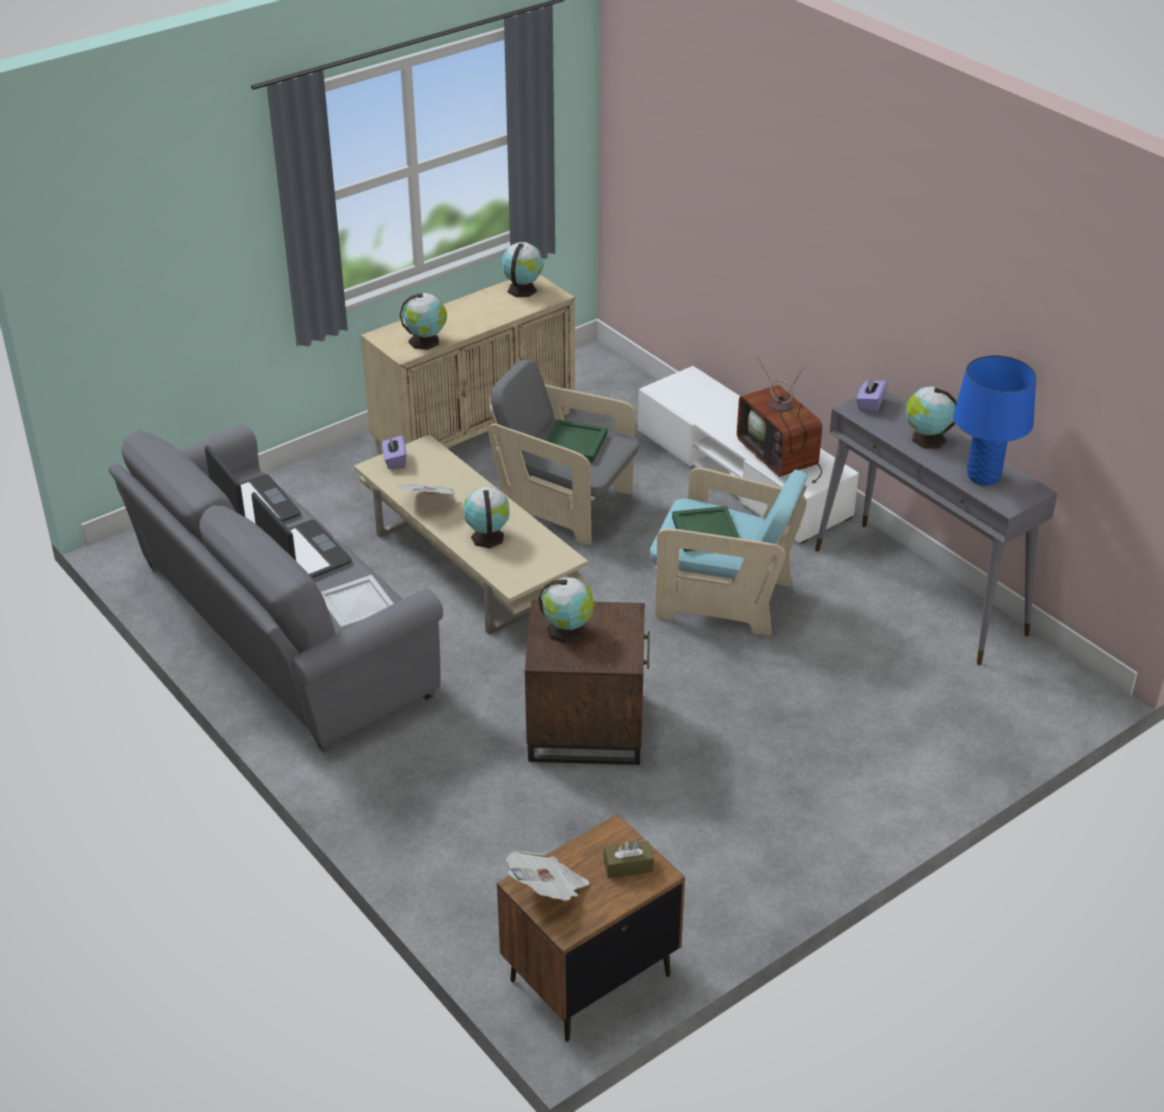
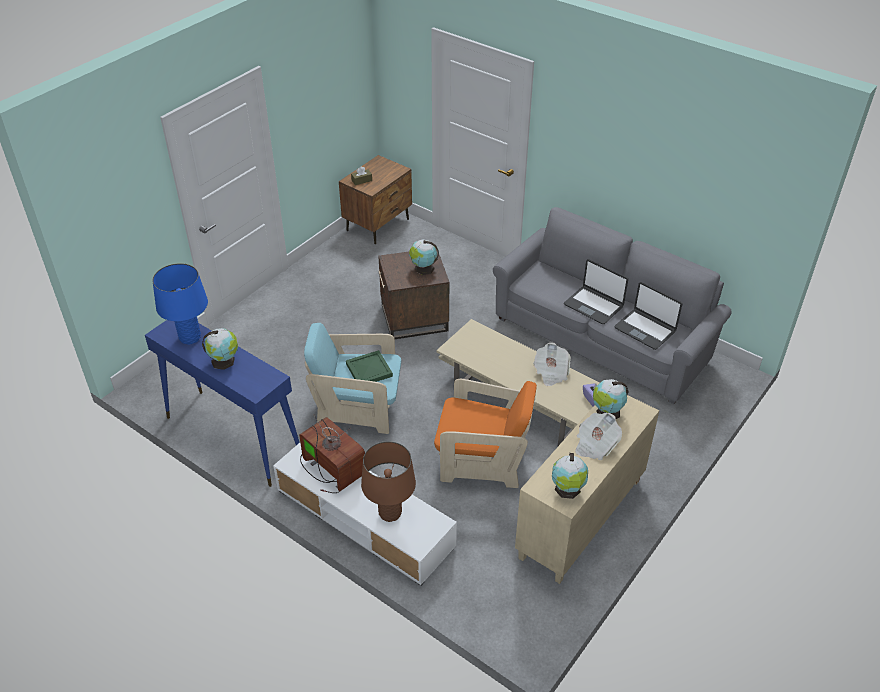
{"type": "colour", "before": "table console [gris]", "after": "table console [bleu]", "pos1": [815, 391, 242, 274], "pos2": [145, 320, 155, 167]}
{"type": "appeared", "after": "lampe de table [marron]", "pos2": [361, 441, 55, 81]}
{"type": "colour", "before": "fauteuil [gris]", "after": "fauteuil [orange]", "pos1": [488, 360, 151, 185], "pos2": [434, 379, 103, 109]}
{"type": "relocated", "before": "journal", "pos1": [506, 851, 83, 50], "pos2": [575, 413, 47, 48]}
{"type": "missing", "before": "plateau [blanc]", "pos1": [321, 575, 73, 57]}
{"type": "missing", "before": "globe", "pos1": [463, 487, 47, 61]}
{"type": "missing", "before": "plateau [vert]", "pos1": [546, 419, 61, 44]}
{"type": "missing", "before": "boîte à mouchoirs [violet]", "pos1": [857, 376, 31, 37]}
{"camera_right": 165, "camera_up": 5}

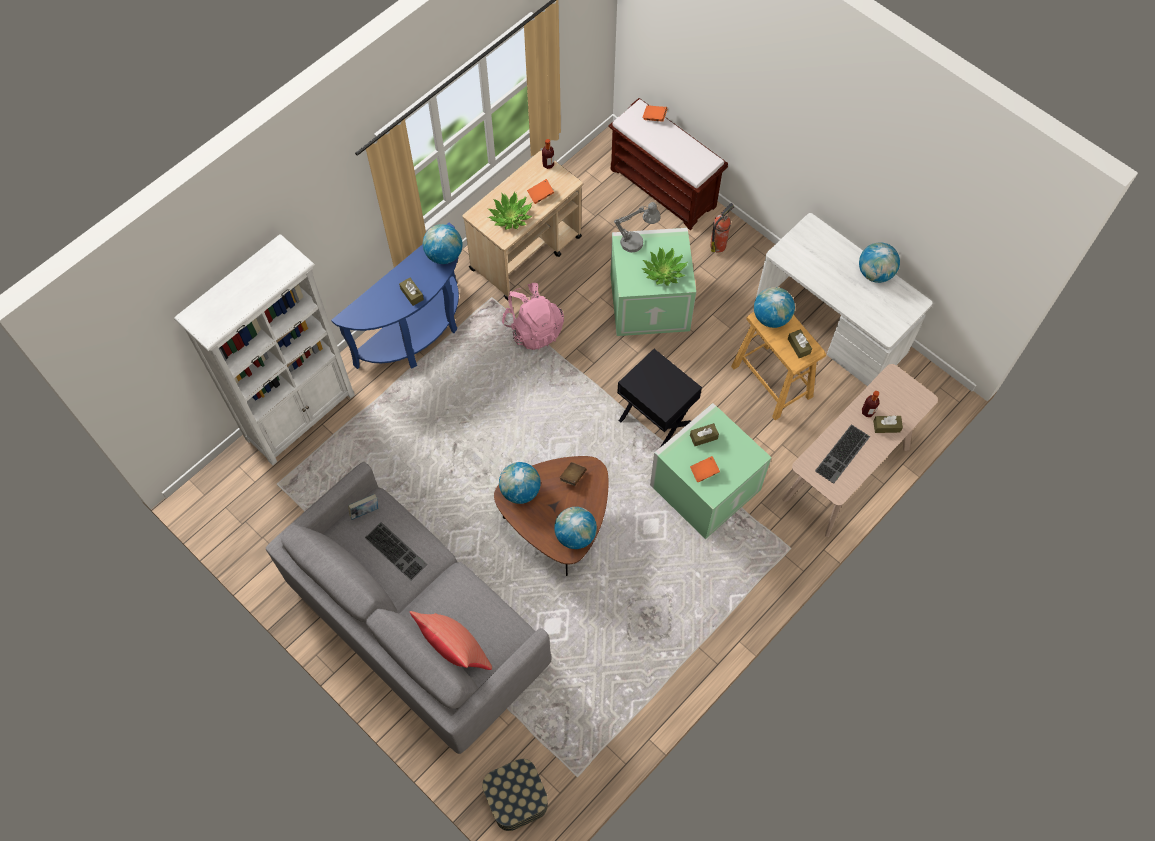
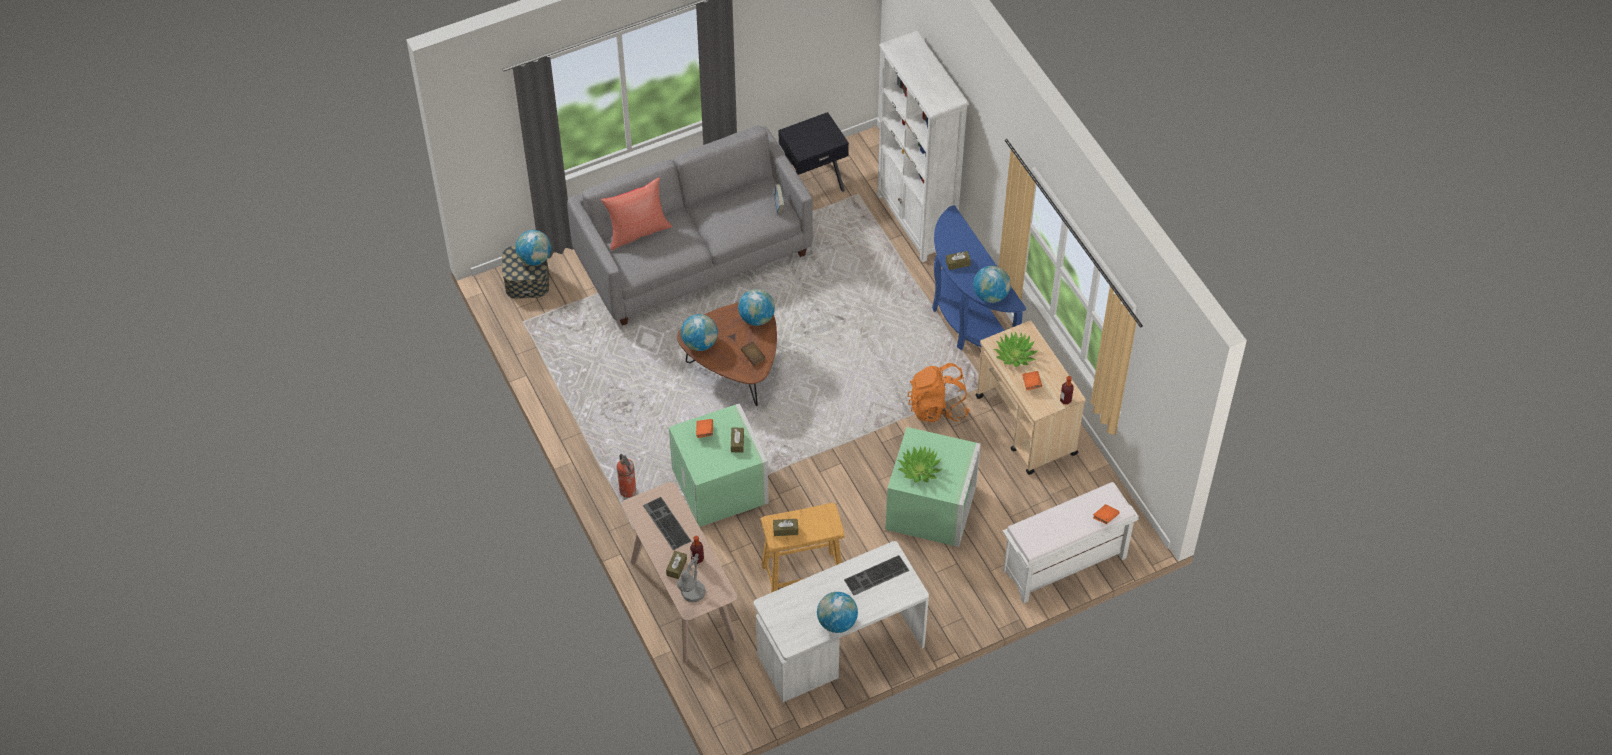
{"type": "relocated", "before": "globe", "pos1": [754, 287, 41, 41], "pos2": [515, 230, 36, 35]}
{"type": "relocated", "before": "extincteur", "pos1": [710, 203, 24, 50], "pos2": [617, 454, 19, 43]}
{"type": "relocated", "before": "lampe de table [gris]", "pos1": [614, 202, 47, 50], "pos2": [677, 553, 29, 49]}
{"type": "relocated", "before": "table d'appoint [noir]", "pos1": [617, 349, 85, 98], "pos2": [778, 112, 71, 80]}
{"type": "relocated", "before": "clavier", "pos1": [365, 522, 62, 59], "pos2": [844, 555, 65, 40]}
{"type": "colour", "before": "sac à dos [rose]", "after": "sac à dos [orange]", "pos1": [502, 283, 62, 67], "pos2": [908, 363, 62, 59]}
{"type": "colour", "before": "banc [marron]", "after": "banc [blanc]", "pos1": [609, 98, 119, 132], "pos2": [1003, 482, 136, 121]}
{"camera_right": 110, "camera_up": -10}

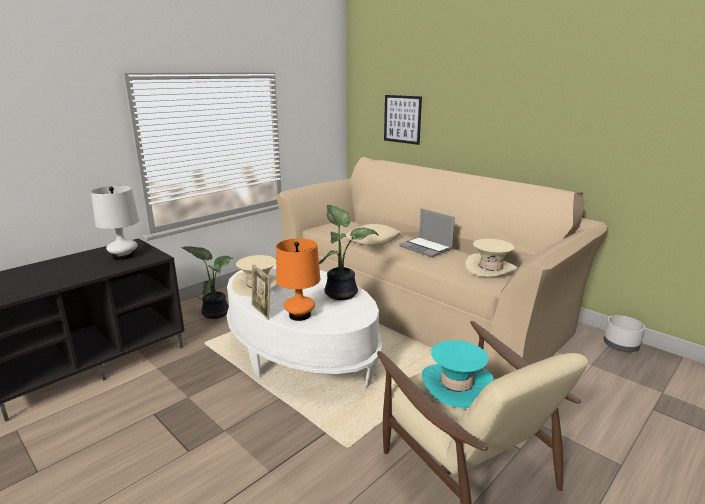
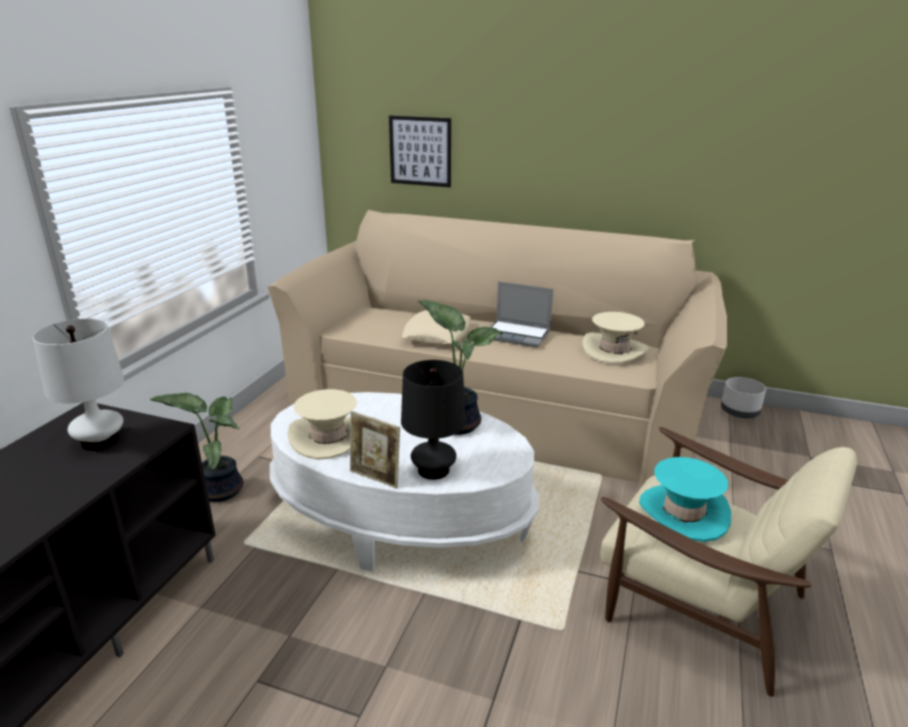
{"type": "colour", "before": "lampe de table [orange]", "after": "lampe de table [noir]", "pos1": [276, 238, 44, 83], "pos2": [401, 360, 65, 120]}
{"camera_right": -25, "camera_up": 5}

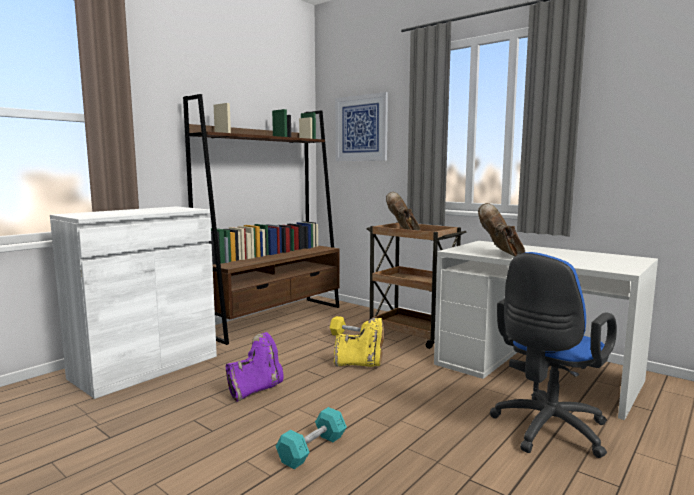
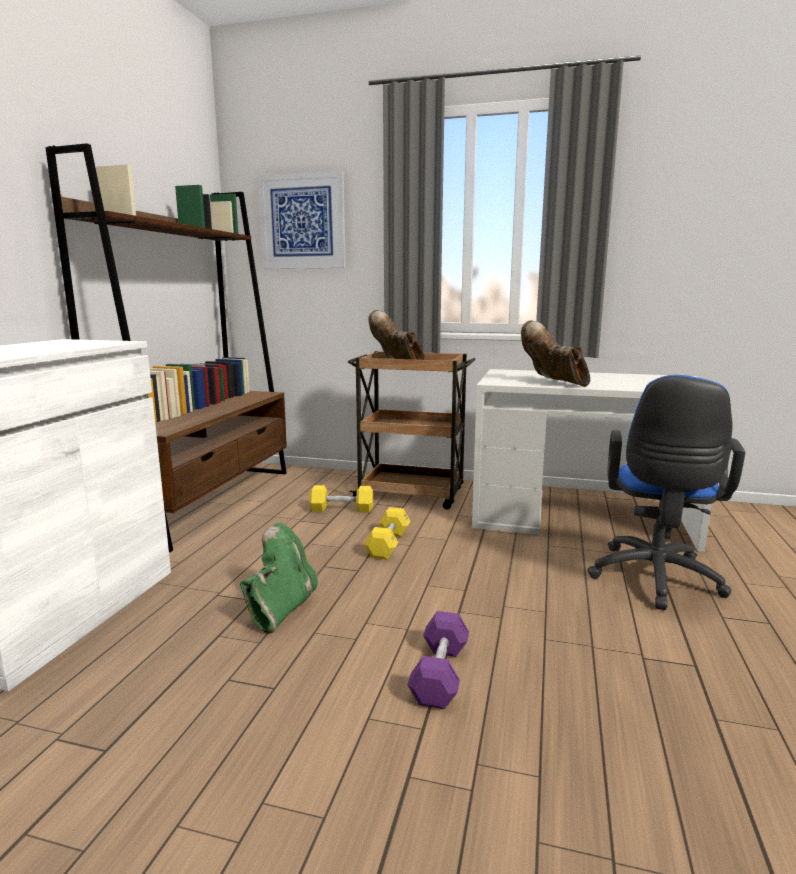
{"type": "colour", "before": "botte [violet]", "after": "botte [vert]", "pos1": [226, 332, 58, 69], "pos2": [240, 523, 78, 111]}
{"type": "exchanged", "before": "botte [jaune]", "after": "haltère [jaune]", "pos1": [334, 318, 50, 49], "pos2": [364, 507, 47, 53]}
{"type": "colour", "before": "haltère [turquoise]", "after": "haltère [violet]", "pos1": [276, 407, 71, 62], "pos2": [407, 611, 62, 98]}
{"camera_right": -25, "camera_up": 5}

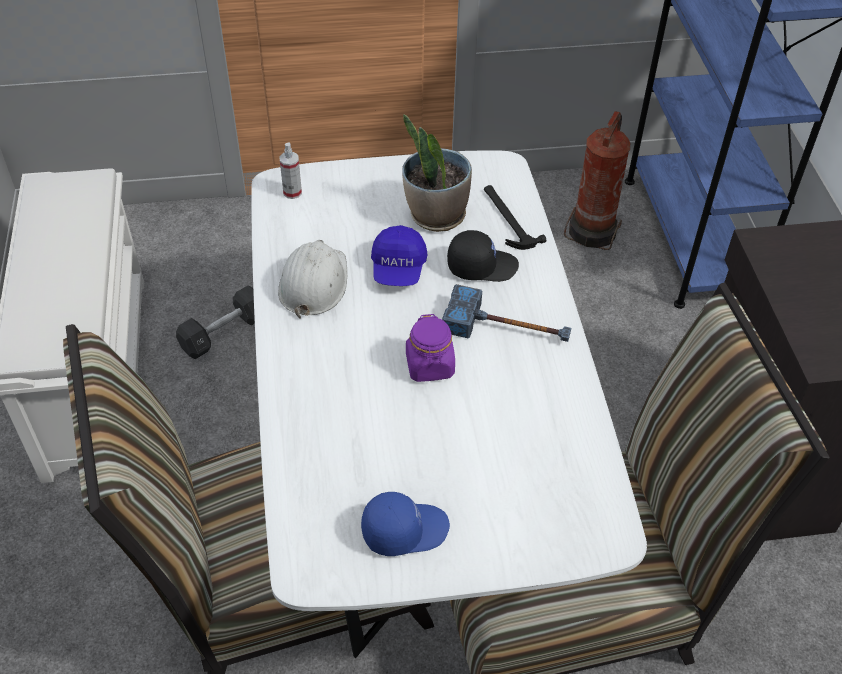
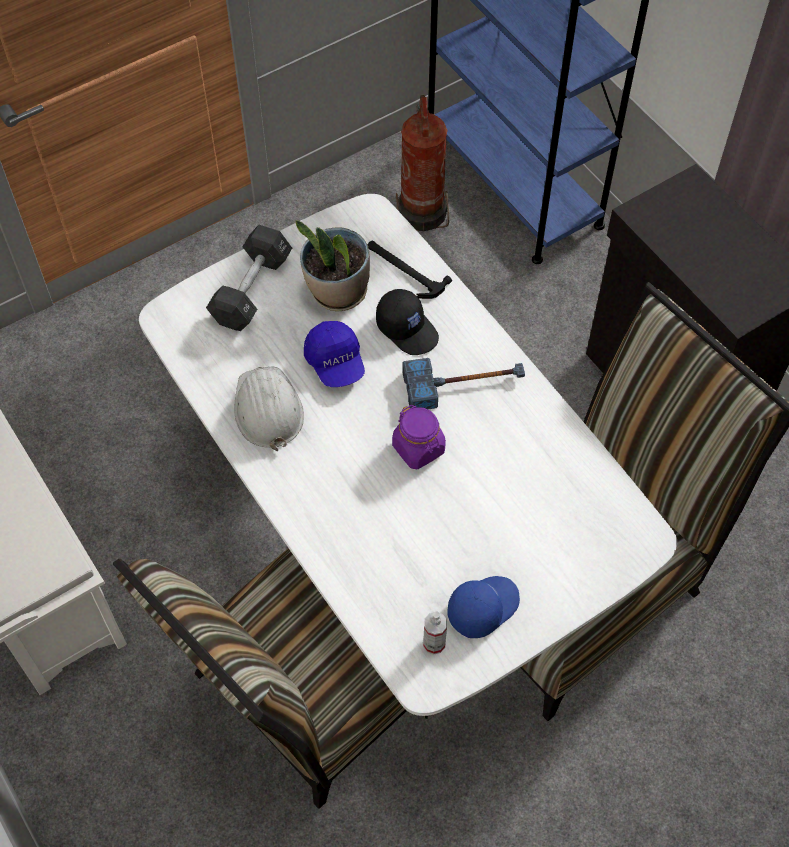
{"type": "relocated", "before": "haltère [noir]", "pos1": [176, 285, 79, 74], "pos2": [206, 225, 86, 106]}
{"type": "spun", "before": "casquette [noir]", "pos1": [447, 230, 72, 52], "pos2": [376, 289, 63, 66], "turn": 75}
{"type": "relocated", "before": "vaporisateur", "pos1": [279, 143, 23, 56], "pos2": [423, 611, 24, 44]}
{"camera_right": -25, "camera_up": 10}

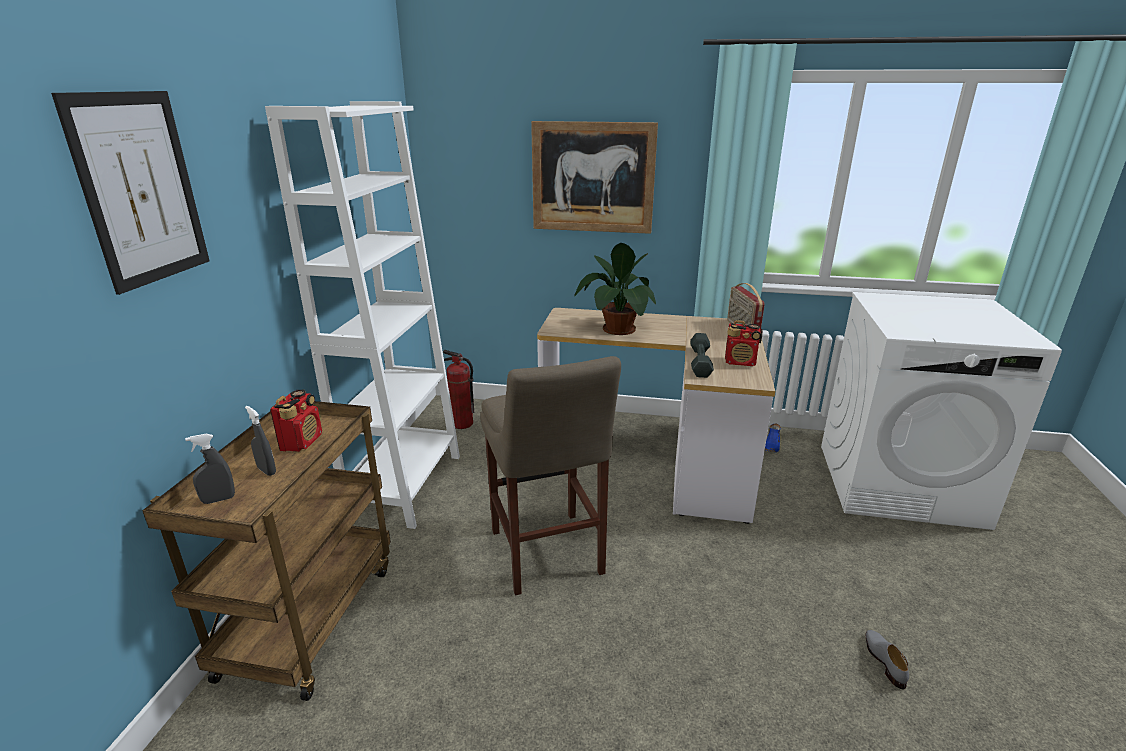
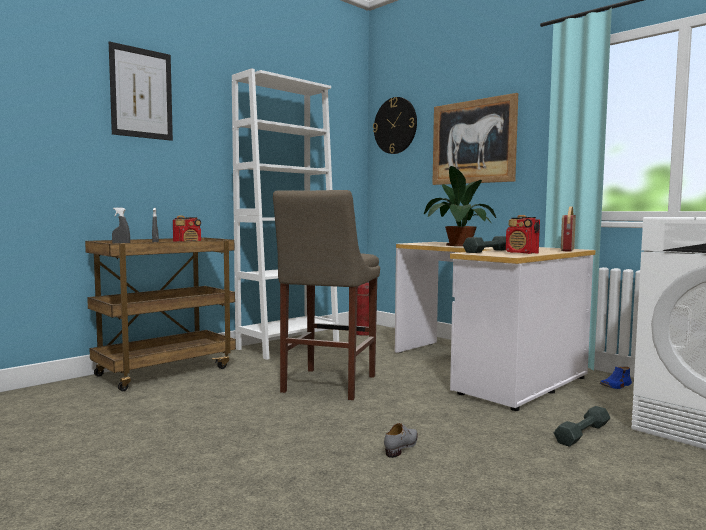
{"type": "appeared", "after": "horloge murale", "pos2": [373, 97, 44, 57]}
{"type": "relocated", "before": "chaussure [gris]", "pos1": [866, 630, 43, 59], "pos2": [384, 423, 34, 35]}
{"type": "appeared", "after": "haltère [gris]", "pos2": [554, 406, 56, 41]}
{"camera_right": 35, "camera_up": -20}

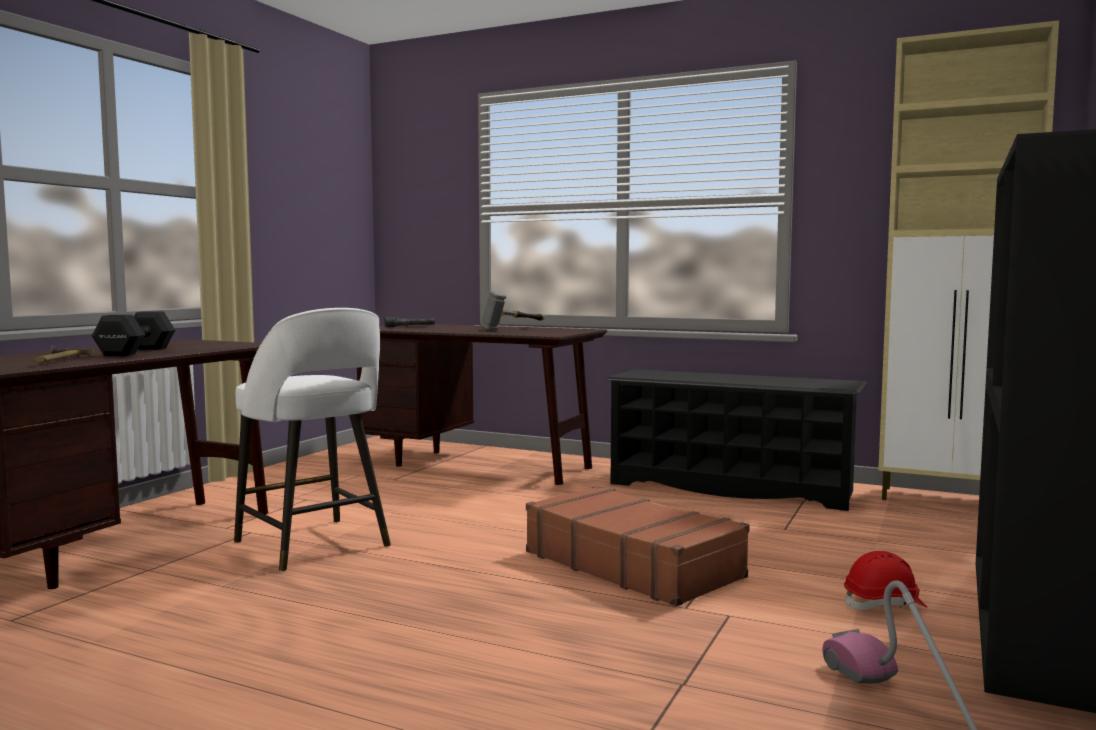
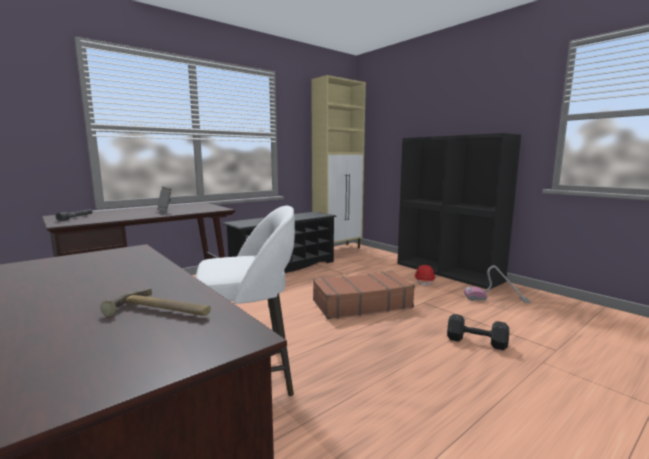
{"type": "relocated", "before": "haltère [noir]", "pos1": [92, 312, 83, 44], "pos2": [447, 314, 62, 36]}
{"camera_right": -65, "camera_up": 5}

